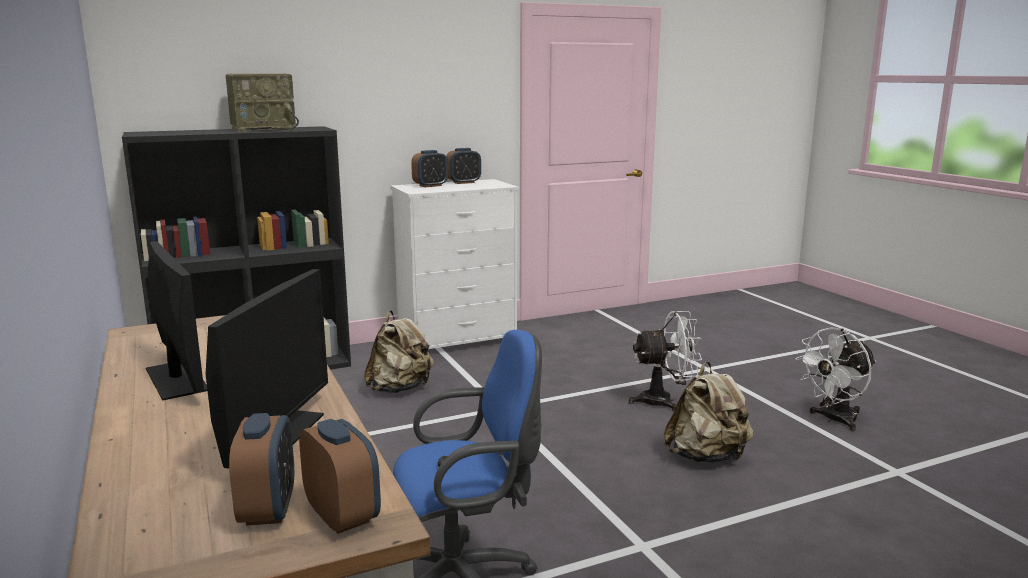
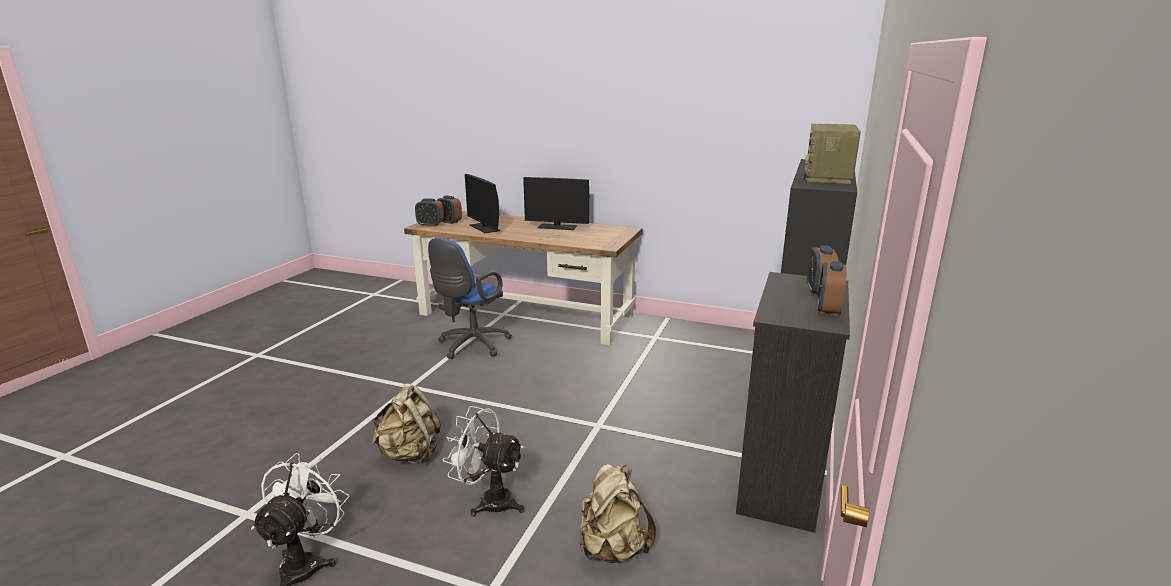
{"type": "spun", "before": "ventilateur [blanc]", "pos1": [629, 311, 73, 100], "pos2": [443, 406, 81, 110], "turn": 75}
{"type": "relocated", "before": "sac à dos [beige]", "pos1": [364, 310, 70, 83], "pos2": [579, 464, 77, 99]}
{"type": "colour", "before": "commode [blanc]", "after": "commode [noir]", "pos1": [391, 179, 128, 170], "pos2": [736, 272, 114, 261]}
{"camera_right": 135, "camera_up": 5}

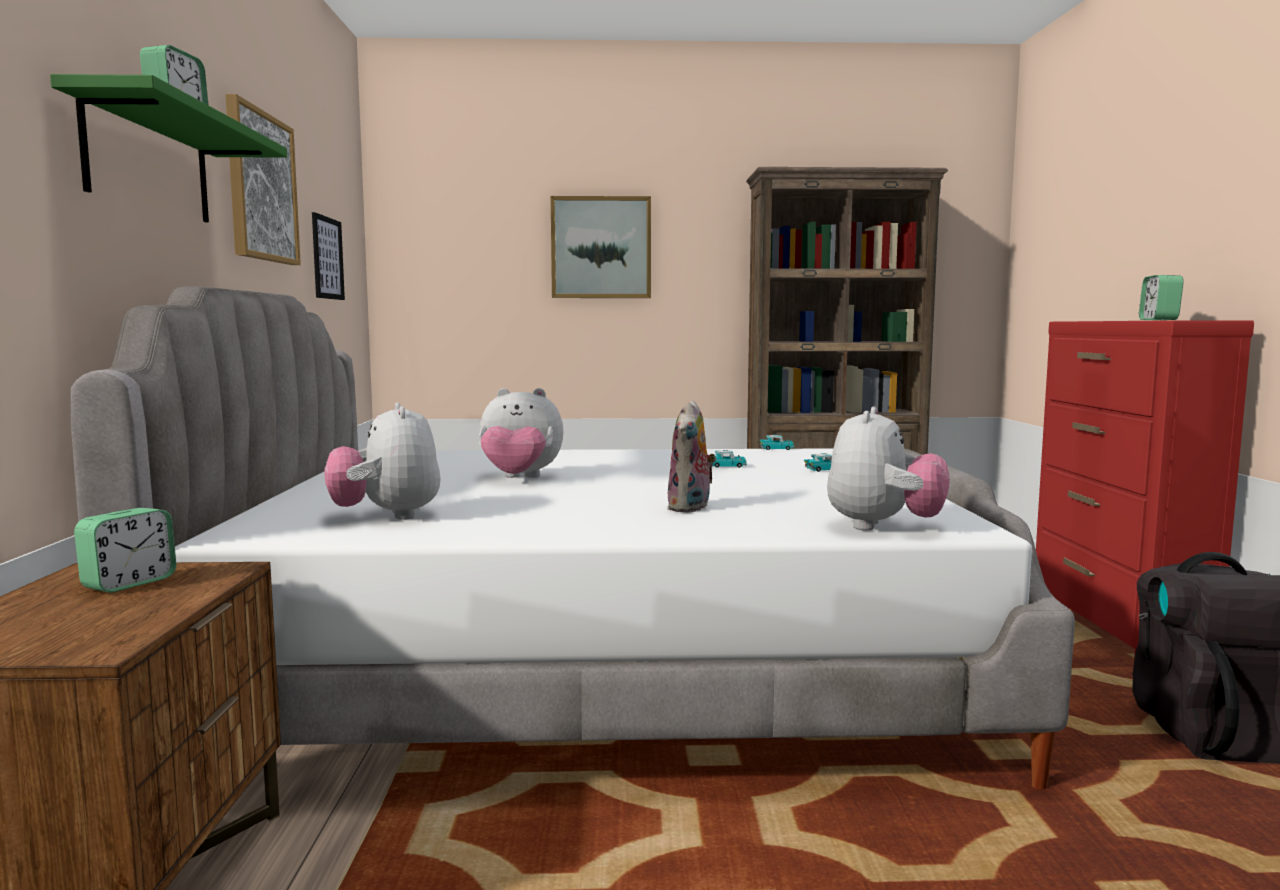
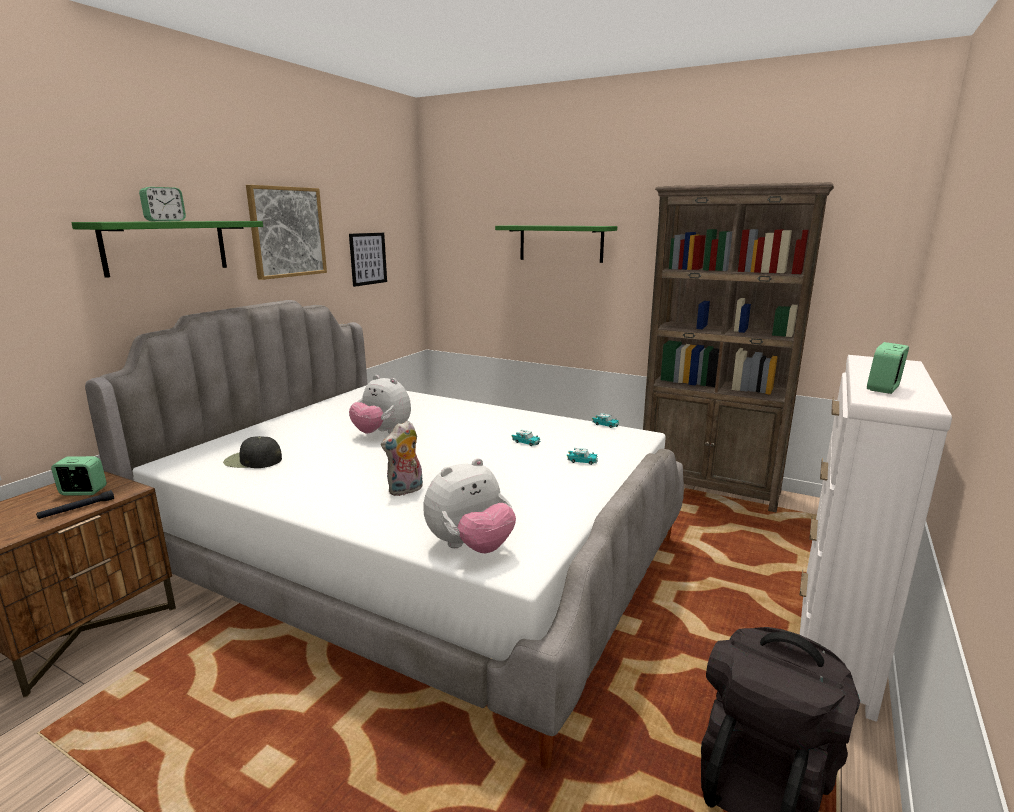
{"type": "appeared", "after": "lampe de poche [noir]", "pos2": [36, 490, 78, 29]}
{"type": "spun", "before": "réveil", "pos1": [74, 508, 102, 85], "pos2": [51, 456, 56, 39], "turn": -150}
{"type": "exchanged", "before": "peluche", "after": "casquette [noir]", "pos1": [325, 403, 116, 117], "pos2": [223, 436, 59, 32]}
{"type": "exchanged", "before": "tableau", "after": "étagère [vert]", "pos1": [551, 196, 100, 102], "pos2": [495, 225, 122, 38]}
{"type": "colour", "before": "commode [rouge]", "after": "commode [blanc]", "pos1": [1036, 320, 218, 340], "pos2": [799, 355, 153, 367]}
{"camera_right": 30, "camera_up": 10}

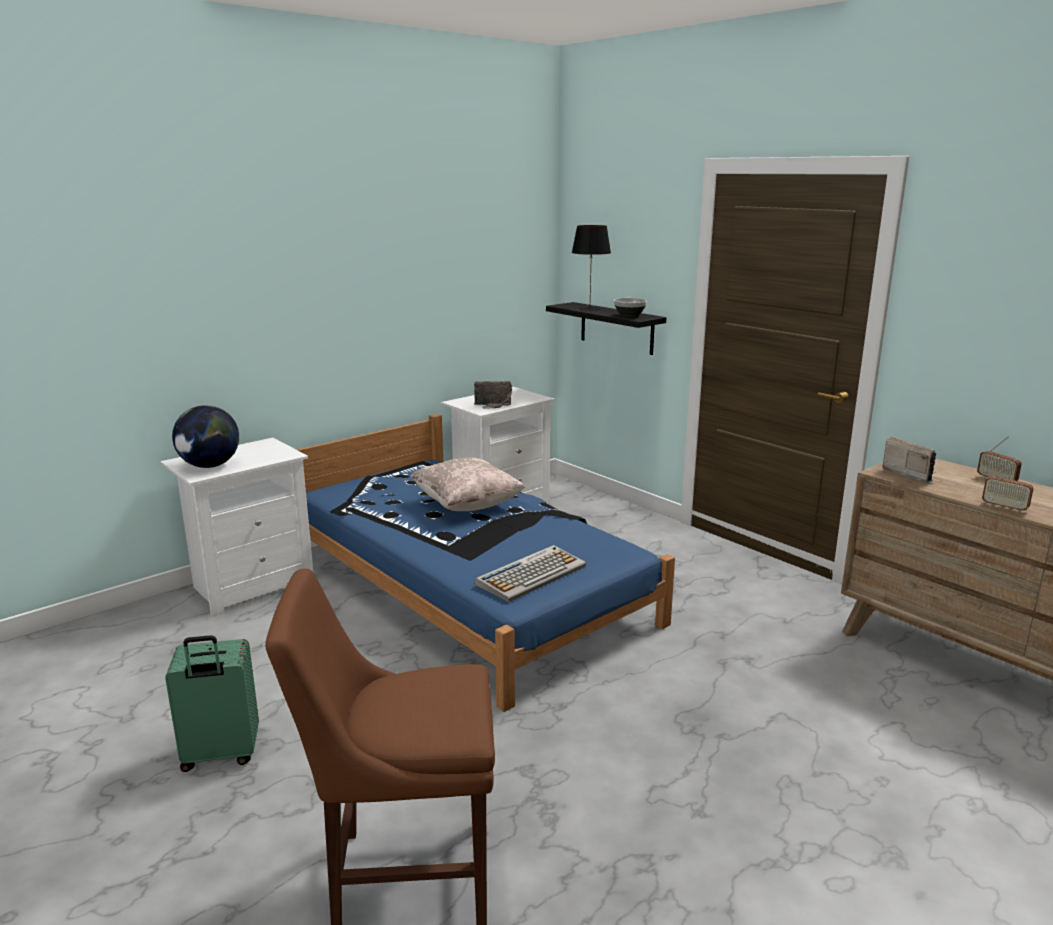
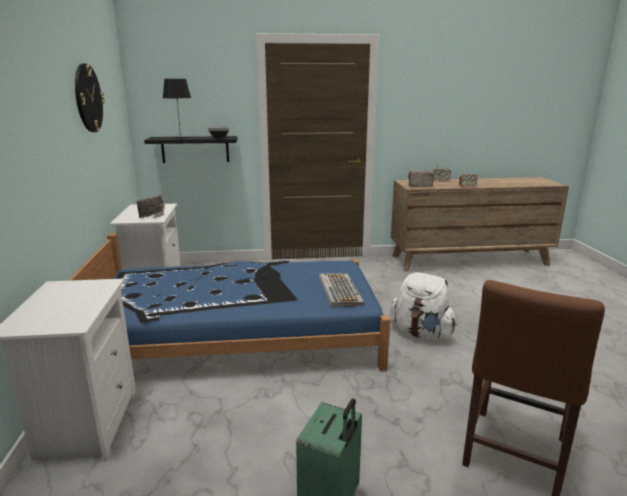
{"type": "appeared", "after": "horloge murale", "pos2": [75, 64, 30, 68]}
{"type": "appeared", "after": "sac à dos [blanc]", "pos2": [389, 272, 67, 68]}
{"type": "missing", "before": "globe", "pos1": [172, 405, 67, 63]}
{"type": "missing", "before": "coussin [beige]", "pos1": [410, 458, 115, 53]}
{"camera_right": -55, "camera_up": 0}

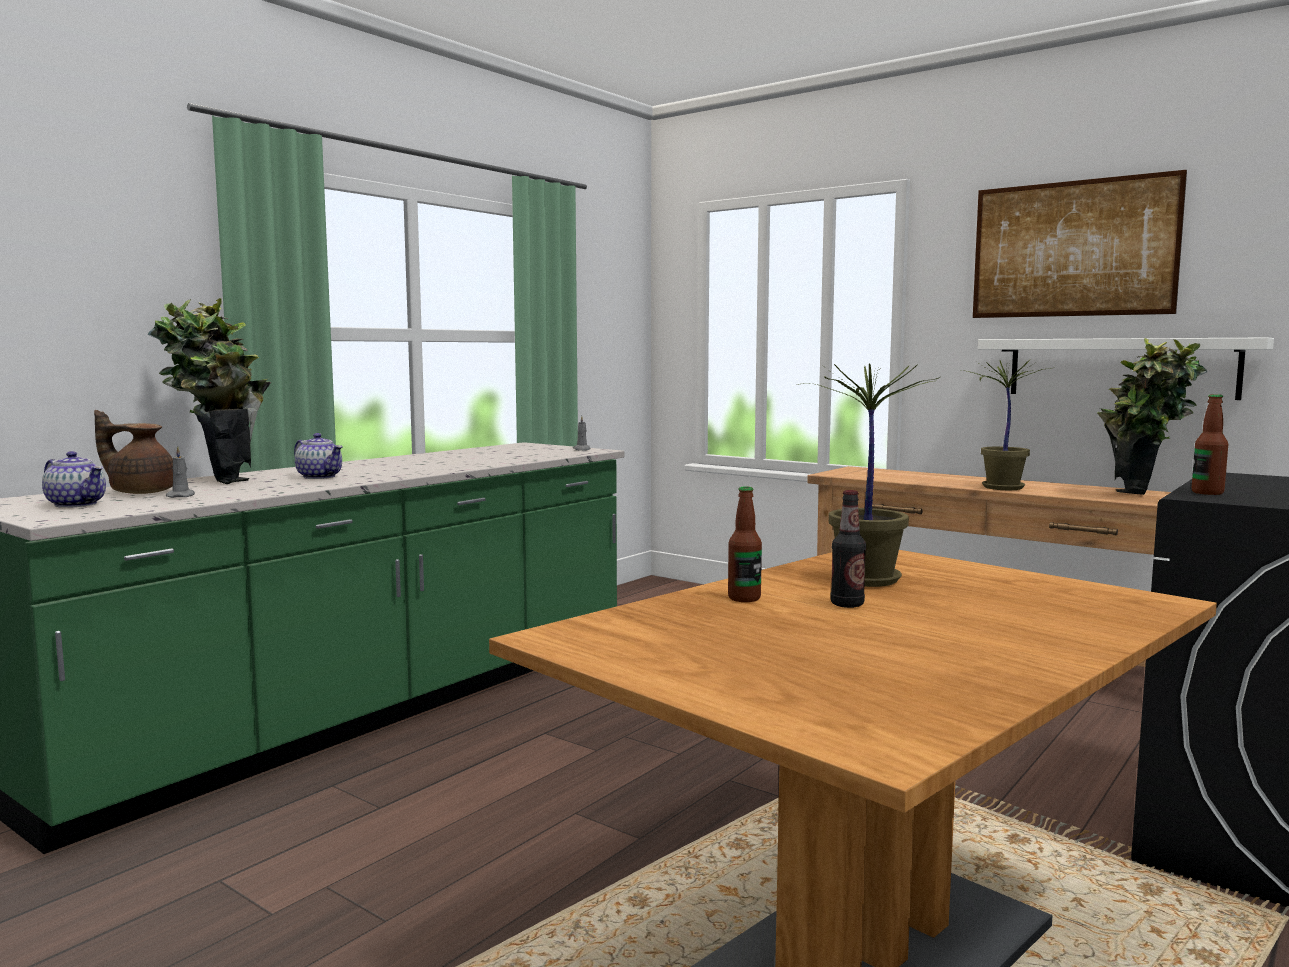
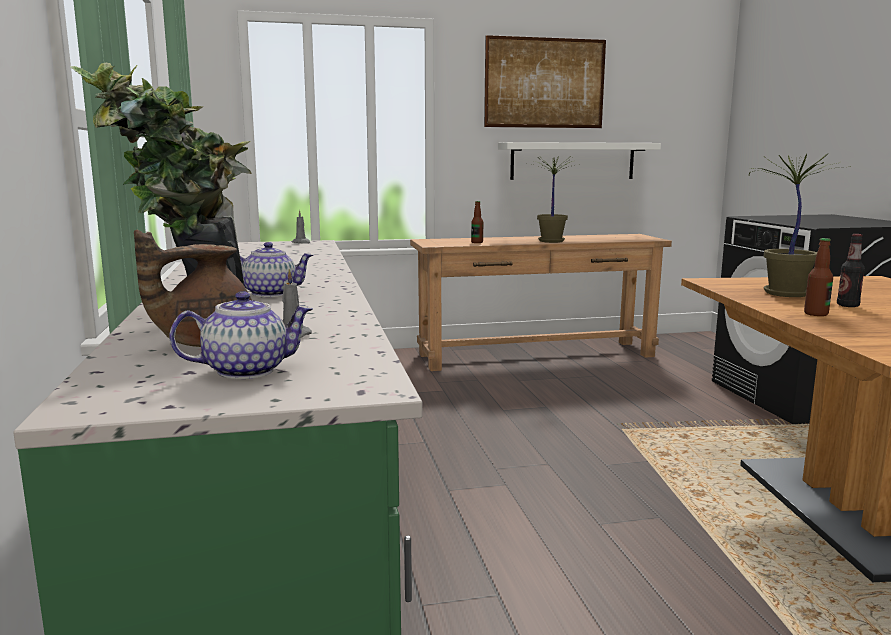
{"type": "relocated", "before": "bouteille", "pos1": [1192, 394, 36, 101], "pos2": [471, 201, 12, 42]}
{"type": "missing", "before": "plante en pot", "pos1": [1097, 338, 110, 157]}
{"camera_right": -50, "camera_up": 5}

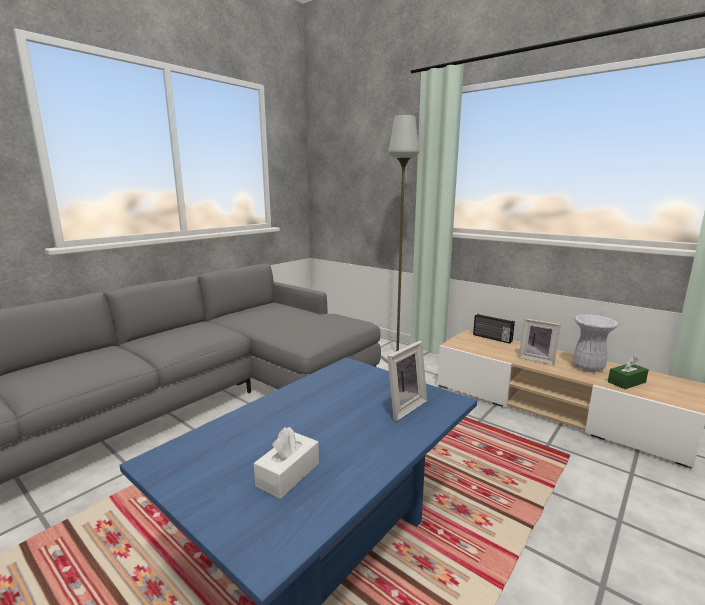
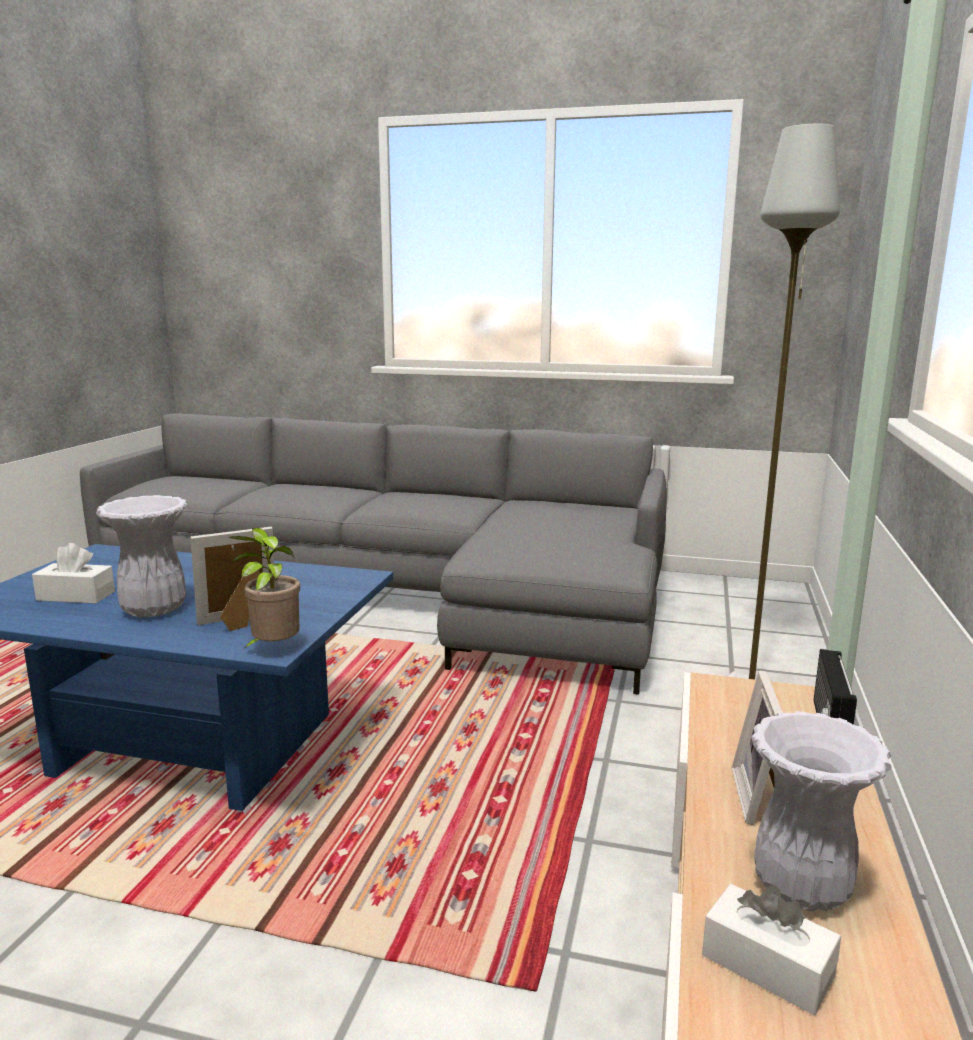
{"type": "appeared", "after": "vase [blanc]", "pos2": [96, 495, 92, 122]}
{"type": "spun", "before": "cadre photo", "pos1": [387, 341, 40, 80], "pos2": [190, 527, 84, 104], "turn": 135}
{"type": "appeared", "after": "plante en pot", "pos2": [229, 528, 71, 120]}
{"type": "colour", "before": "boîte à mouchoirs [vert]", "after": "boîte à mouchoirs [blanc]", "pos1": [608, 356, 41, 33], "pos2": [702, 884, 139, 131]}
{"camera_right": 65, "camera_up": 0}

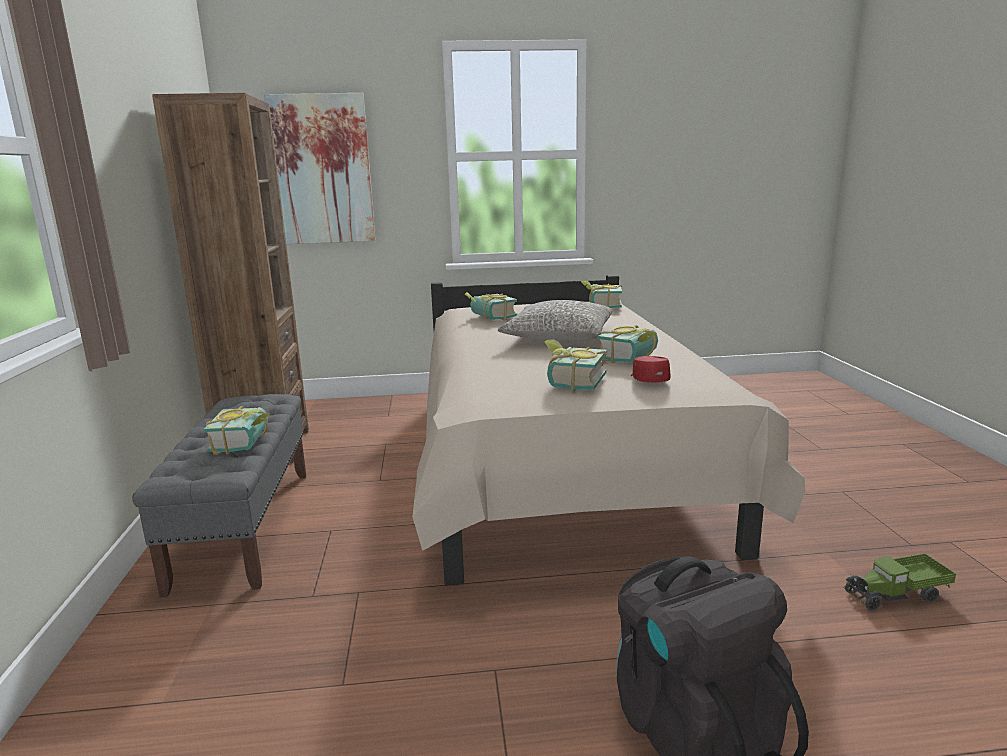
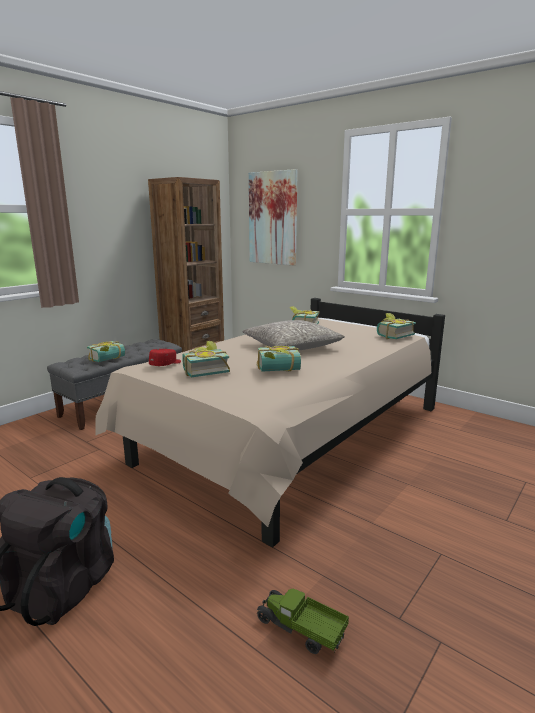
{"type": "relocated", "before": "casquette [rouge]", "pos1": [631, 356, 39, 27], "pos2": [149, 349, 32, 17]}
{"camera_right": 45, "camera_up": 0}

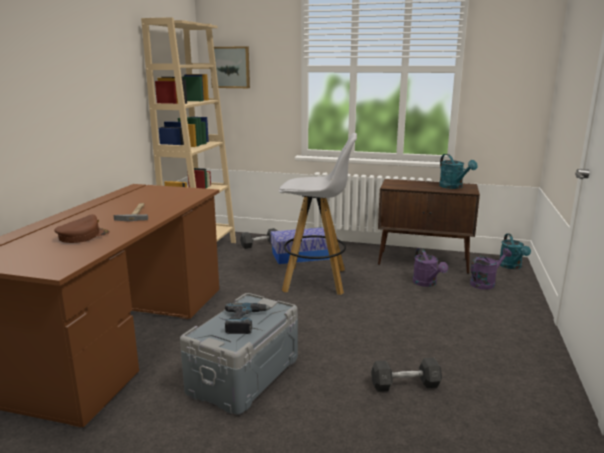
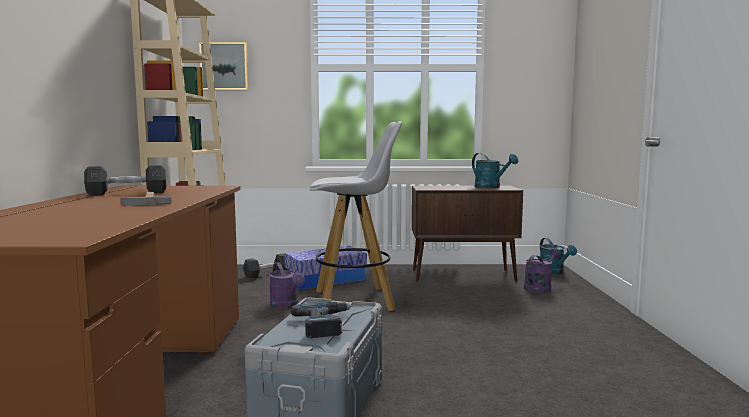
{"type": "relocated", "before": "haltère [gris]", "pos1": [371, 358, 71, 34], "pos2": [84, 165, 82, 31]}
{"type": "relocated", "before": "arrosoir [violet]", "pos1": [413, 248, 35, 39], "pos2": [269, 262, 36, 47]}
{"type": "missing", "before": "casquette [marron]", "pos1": [54, 214, 56, 29]}
{"camera_right": -15, "camera_up": -10}

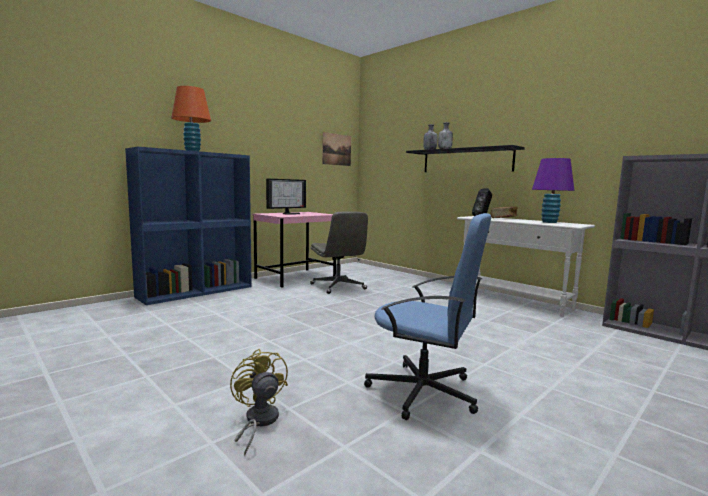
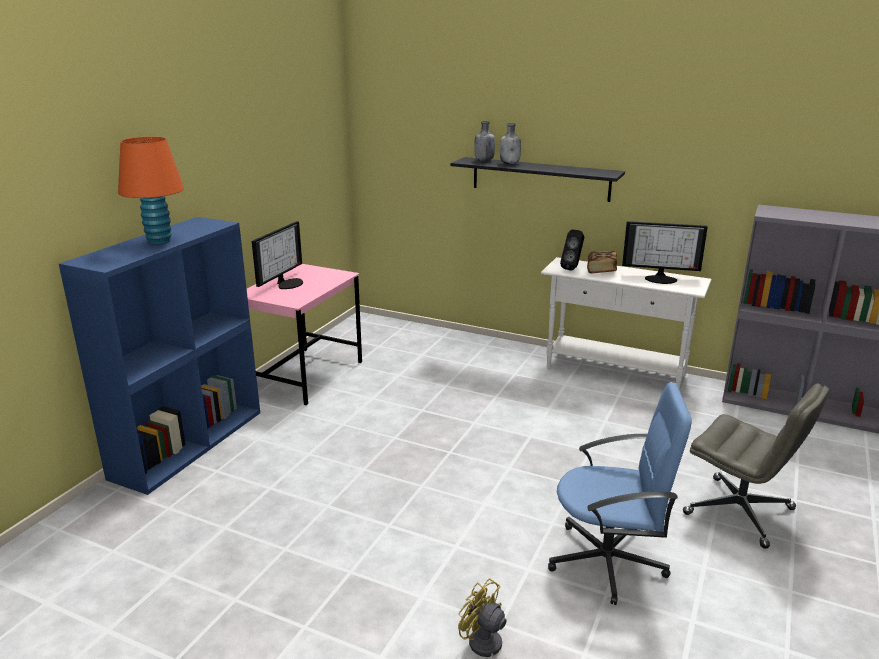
{"type": "exchanged", "before": "lampe de table [violet]", "after": "écran d'ordinateur", "pos1": [532, 158, 42, 65], "pos2": [622, 221, 86, 63]}
{"type": "relocated", "before": "chaise de bureau [gris]", "pos1": [310, 211, 58, 83], "pos2": [683, 384, 146, 165]}
{"type": "missing", "before": "tableau", "pos1": [322, 132, 29, 34]}
{"camera_right": -20, "camera_up": 15}

